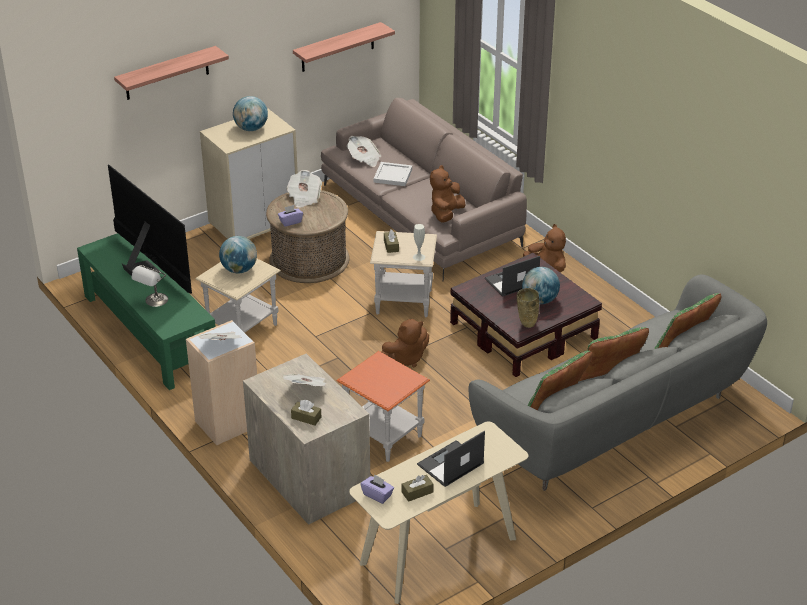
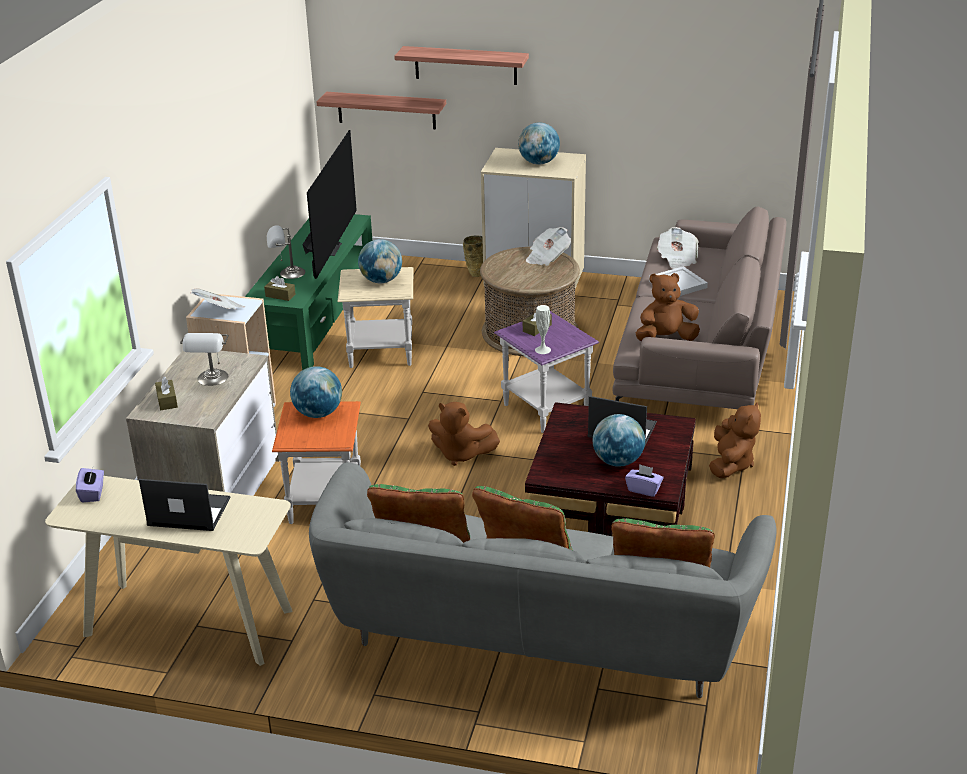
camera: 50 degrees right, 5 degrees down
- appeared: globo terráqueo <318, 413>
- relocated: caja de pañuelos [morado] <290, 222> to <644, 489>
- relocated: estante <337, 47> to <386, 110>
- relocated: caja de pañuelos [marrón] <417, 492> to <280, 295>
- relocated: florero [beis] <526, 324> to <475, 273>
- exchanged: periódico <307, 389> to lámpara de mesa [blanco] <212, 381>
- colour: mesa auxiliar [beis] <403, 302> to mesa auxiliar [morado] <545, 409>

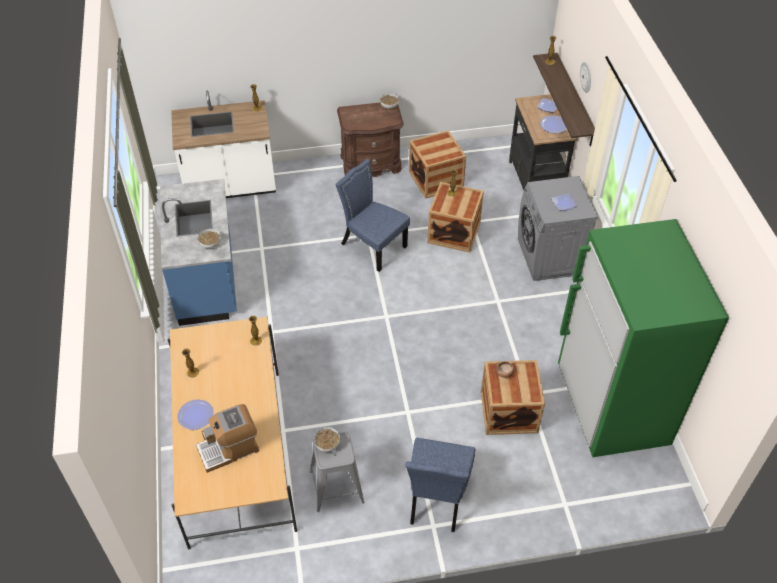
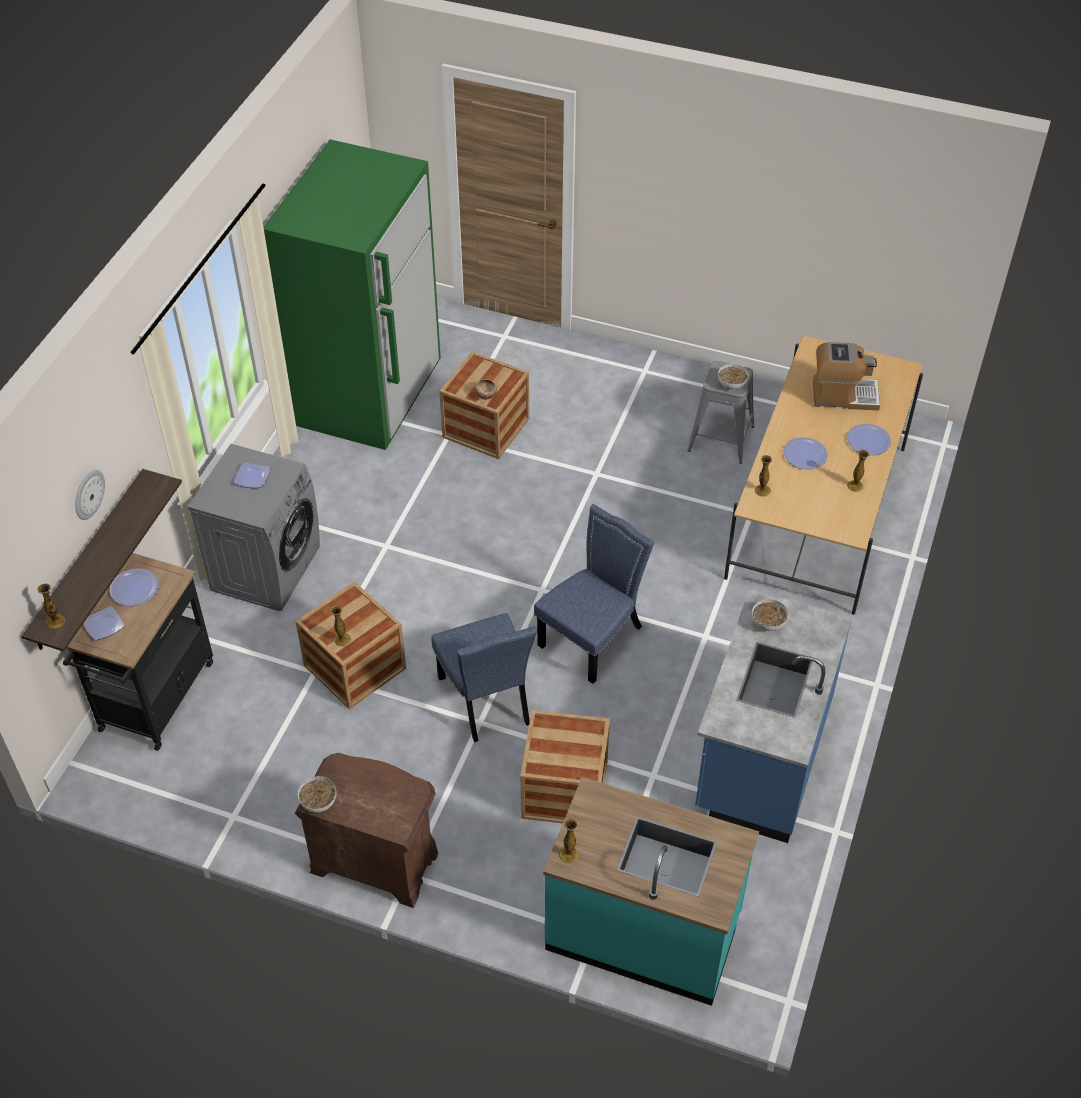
camera: 150 degrees left, 0 degrees up
- appeared: plato <805, 454>
- relocated: silla [azul] <437, 496> to <591, 640>
- relocated: caja de embalaje <436, 179> to <564, 789>
- colour: mueble bajo de cocina [blanco] <231, 186> to mueble bajo de cocina [turquesa] <643, 931>

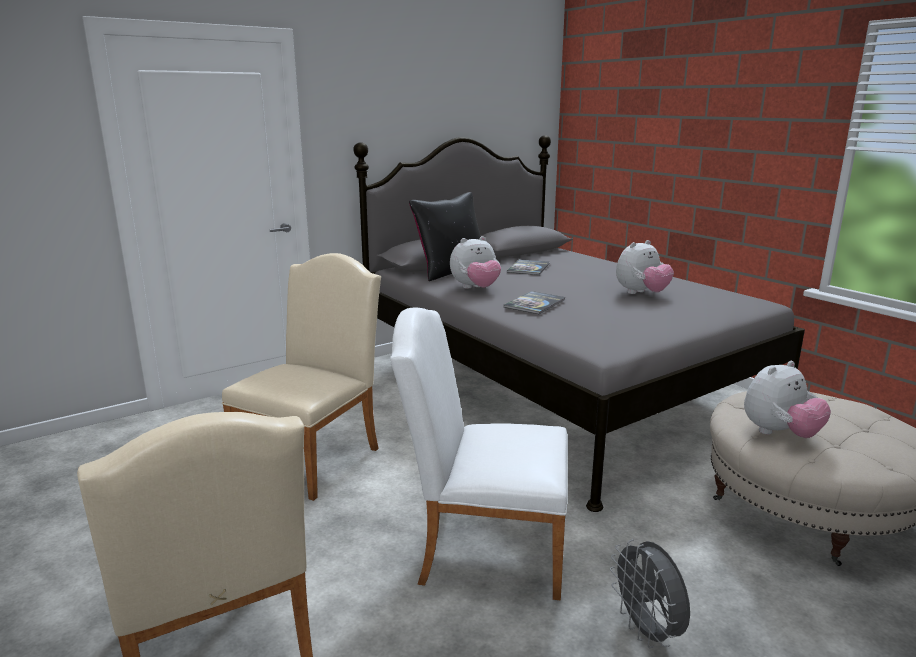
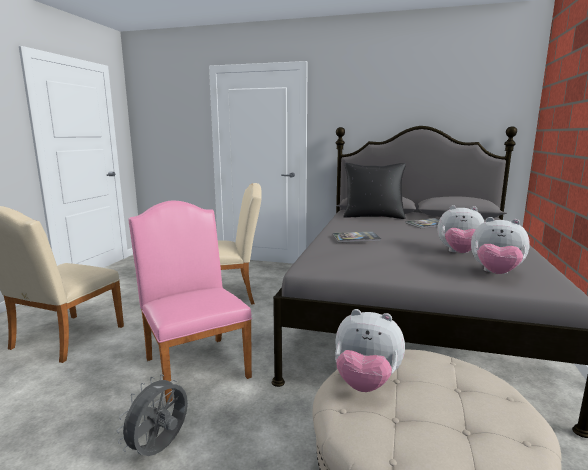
camera: 50 degrees right, 5 degrees down
- relocated: peluche <475, 288> to <496, 273>
- colour: silla [blanco] <482, 548> to silla [rosa] <194, 363>

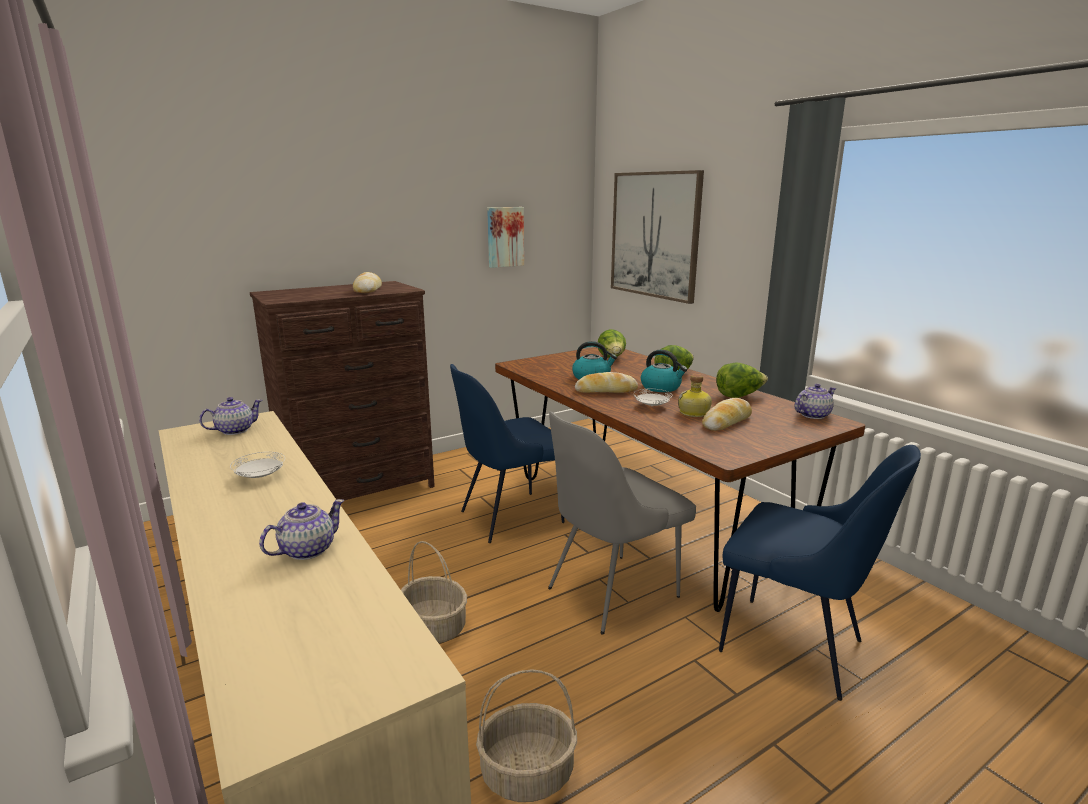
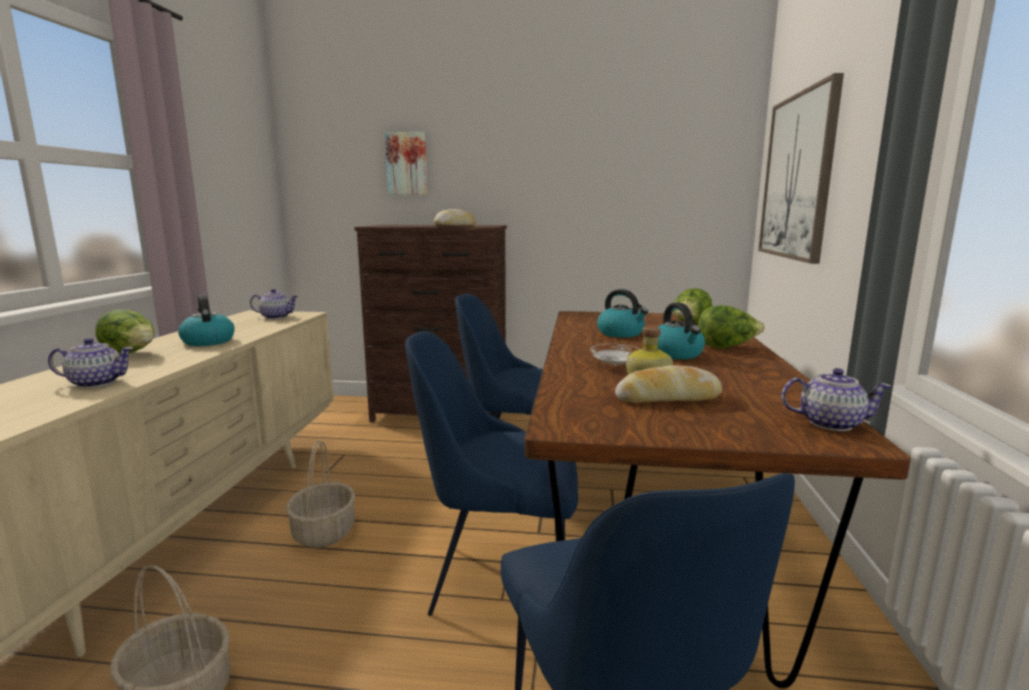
camera: 40 degrees right, 5 degrees down
- missing: pan <606, 391>
- relocated: cuadro <504, 237> to <407, 164>
- relocated: lechuga <739, 396> to <131, 354>
- exchanged: plato [blanco] <260, 477> to hervidor <208, 341>
- colour: silla [gris] <612, 593> to silla [azul] <500, 582>

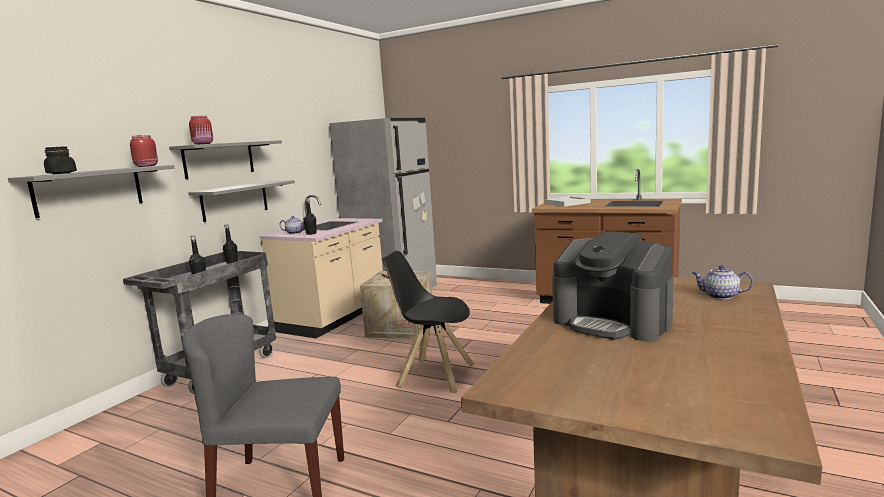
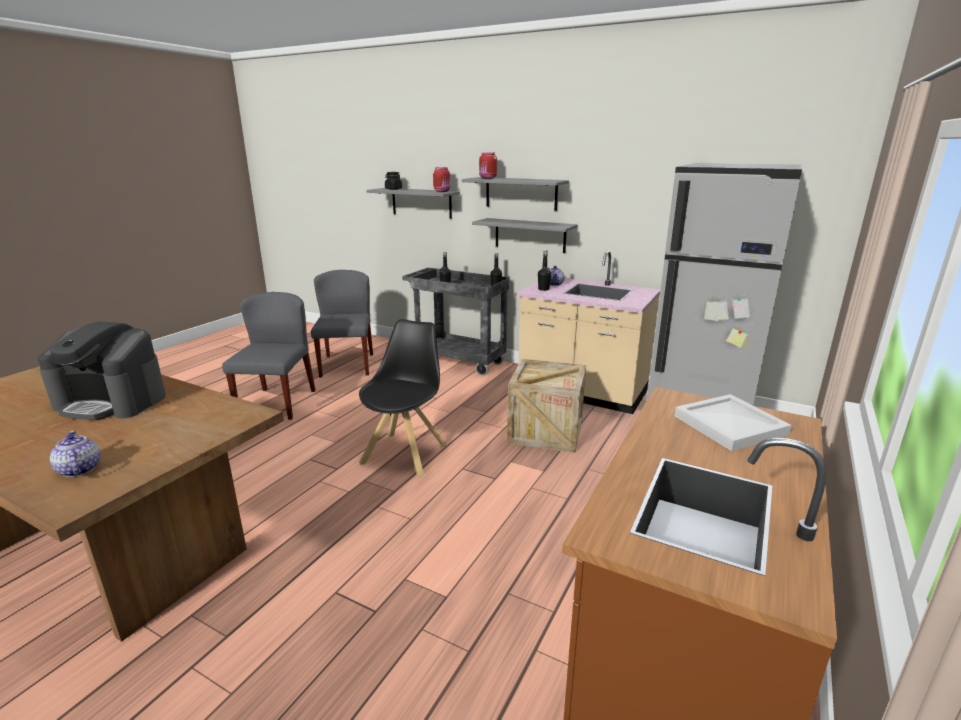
camera: 90 degrees right, 10 degrees up
- appeared: silla [gris] <347, 365>
- spun: cafetera <612, 322> = <112, 401> 120 degrees counterclockwise
- spun: tetera <720, 296> = <79, 469> 60 degrees counterclockwise

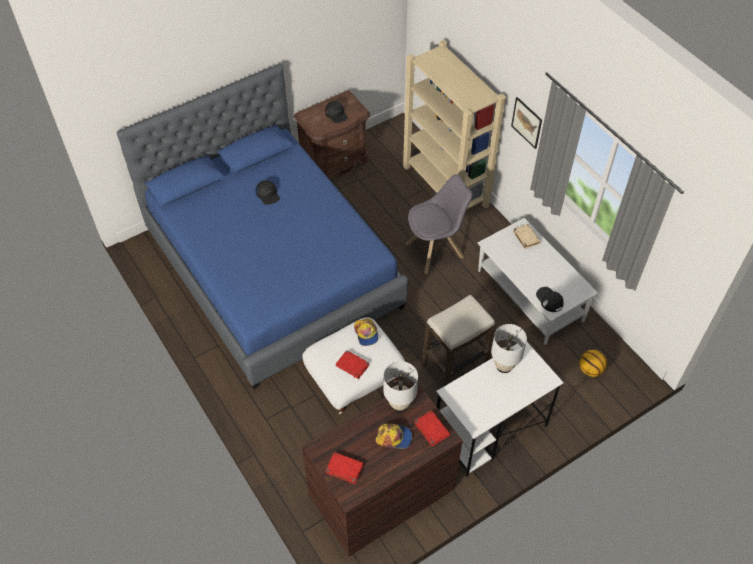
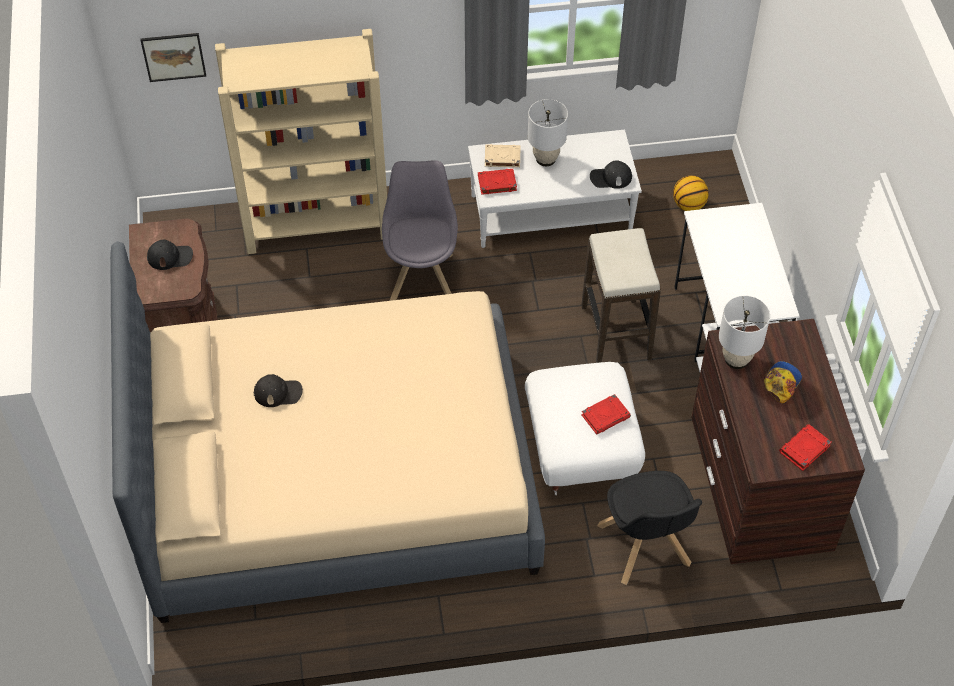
camera: 65 degrees left, 0 degrees up
- missing: gorra <366, 333>
- appeared: silla [negro] <645, 549>
- relocated: libro [rojo] <431, 429> to <496, 183>
- relocated: lámpara de mesa [blanco] <504, 366> to <545, 159>
- relocated: cuadro <527, 122> to <173, 56>
- colour: cama [azul] <273, 268> to cama [beis] <337, 478>

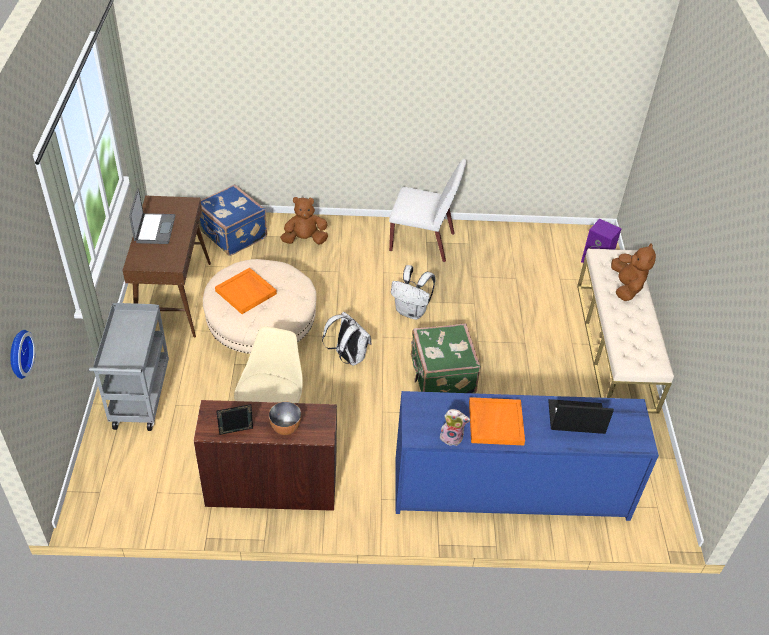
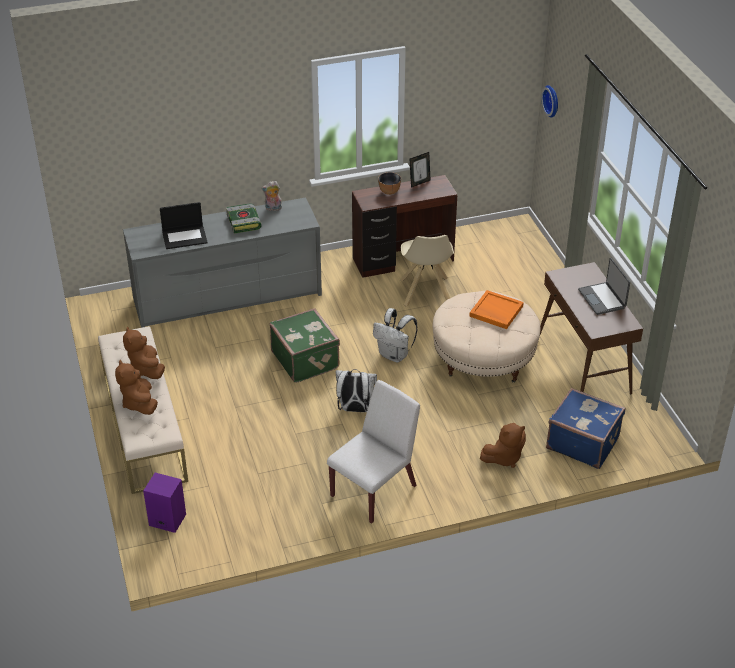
camera: 165 degrees right, 5 degrees down
- missing: carrito [gris] <140, 401>
- appeared: peluche [marrón] <146, 369>
- exchanged: bandeja [naranja] <495, 422> to libro <244, 222>
- colour: cómoda [azul] <509, 490> to cómoda [gris] <227, 296>
- spun: silla [blanco] <423, 242> = <374, 490> 135 degrees clockwise

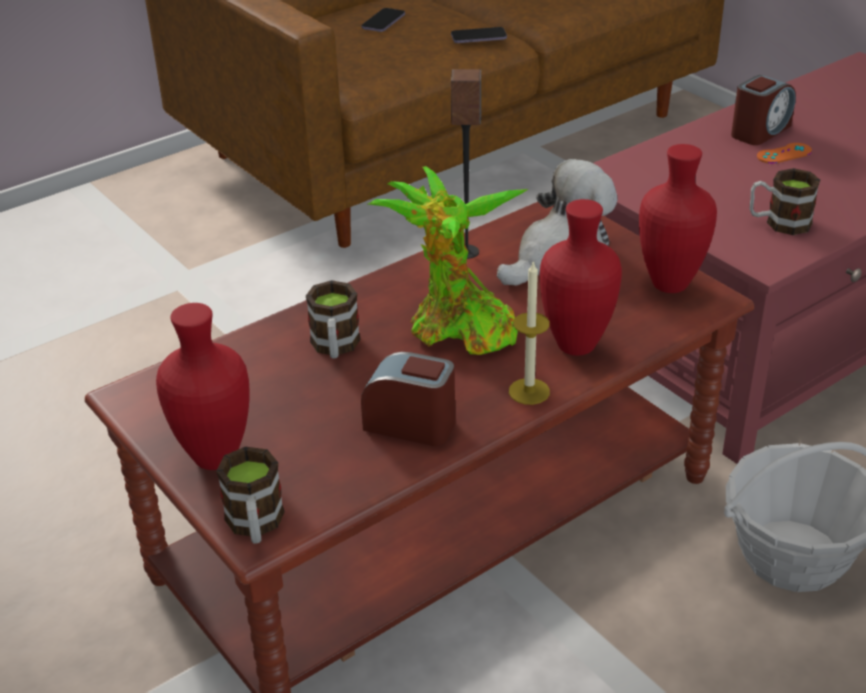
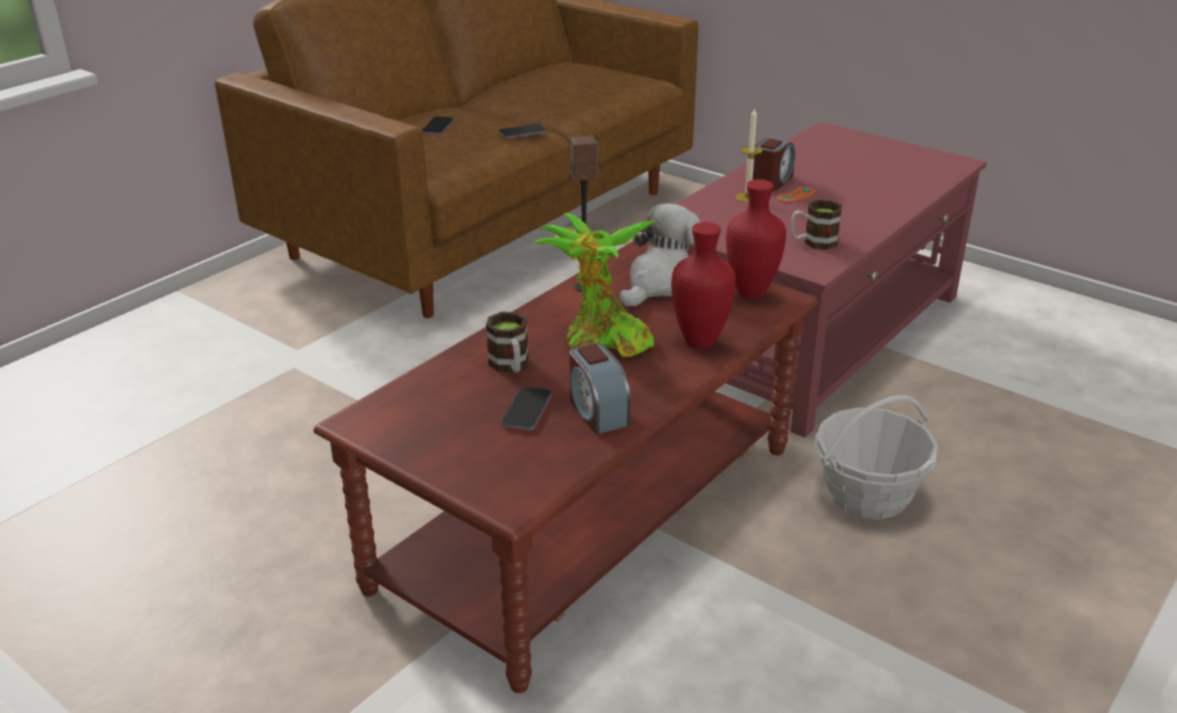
camera: 15 degrees left, 5 degrees down
- missing: florero [rojo] <217, 456>
- missing: taza grande <255, 525>
- appeared: móvil <527, 410>
- relocated: vela <529, 391> to <747, 198>
- spun: despertador <411, 424> = <597, 412> 120 degrees counterclockwise

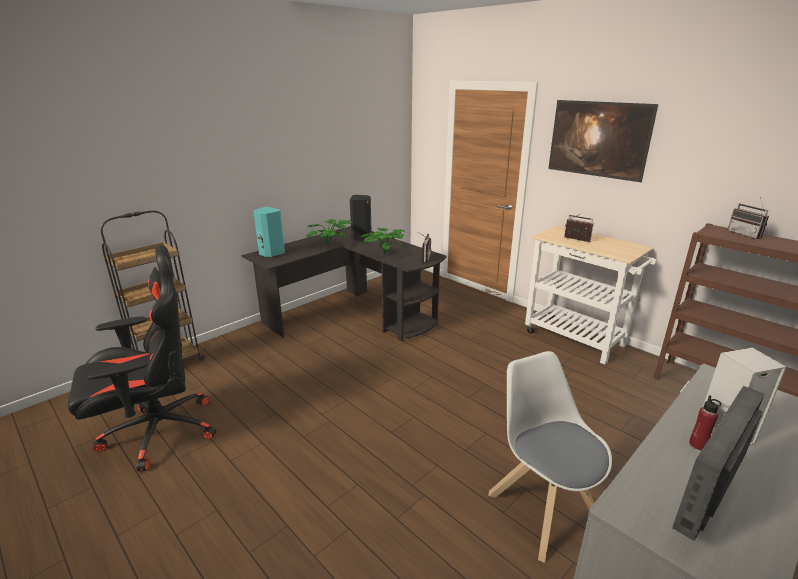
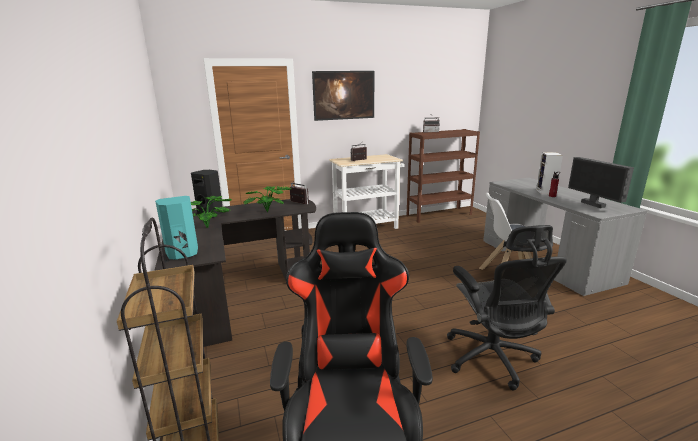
camera: 65 degrees left, 5 degrees down
- appeared: silla de oficina <492, 360>

